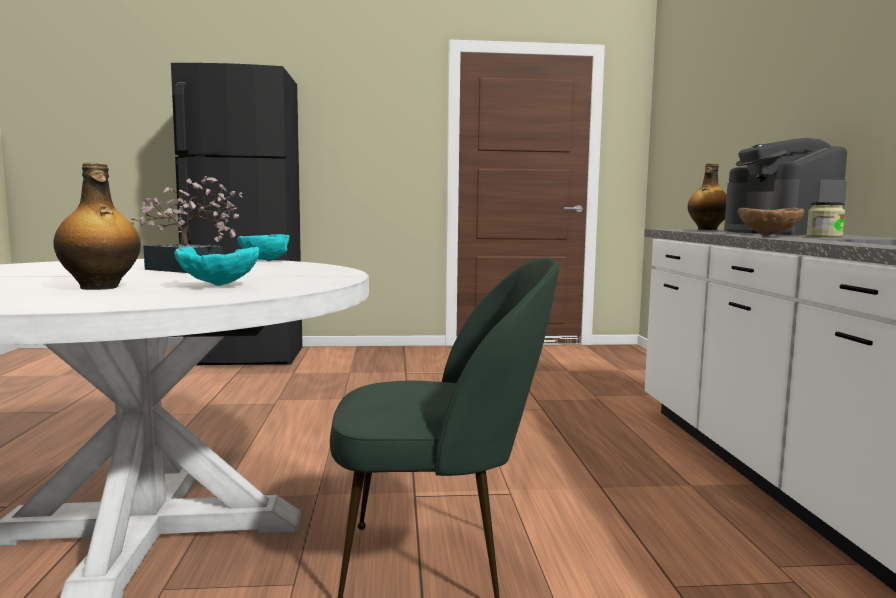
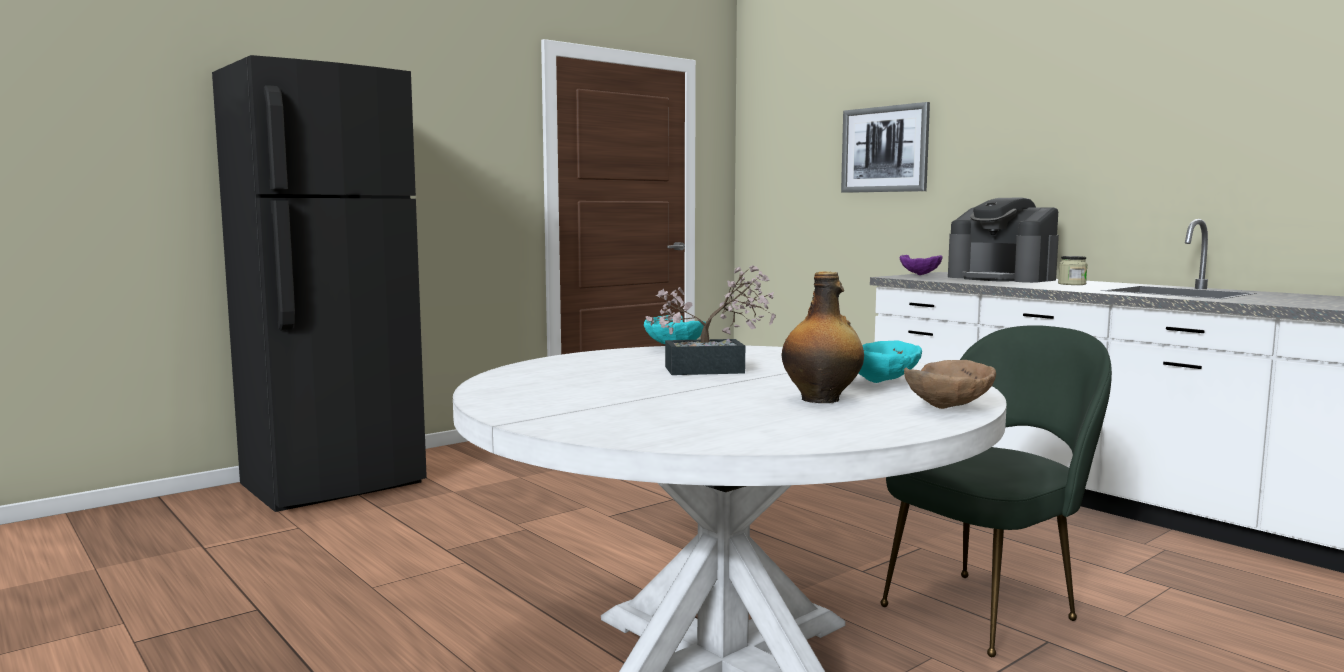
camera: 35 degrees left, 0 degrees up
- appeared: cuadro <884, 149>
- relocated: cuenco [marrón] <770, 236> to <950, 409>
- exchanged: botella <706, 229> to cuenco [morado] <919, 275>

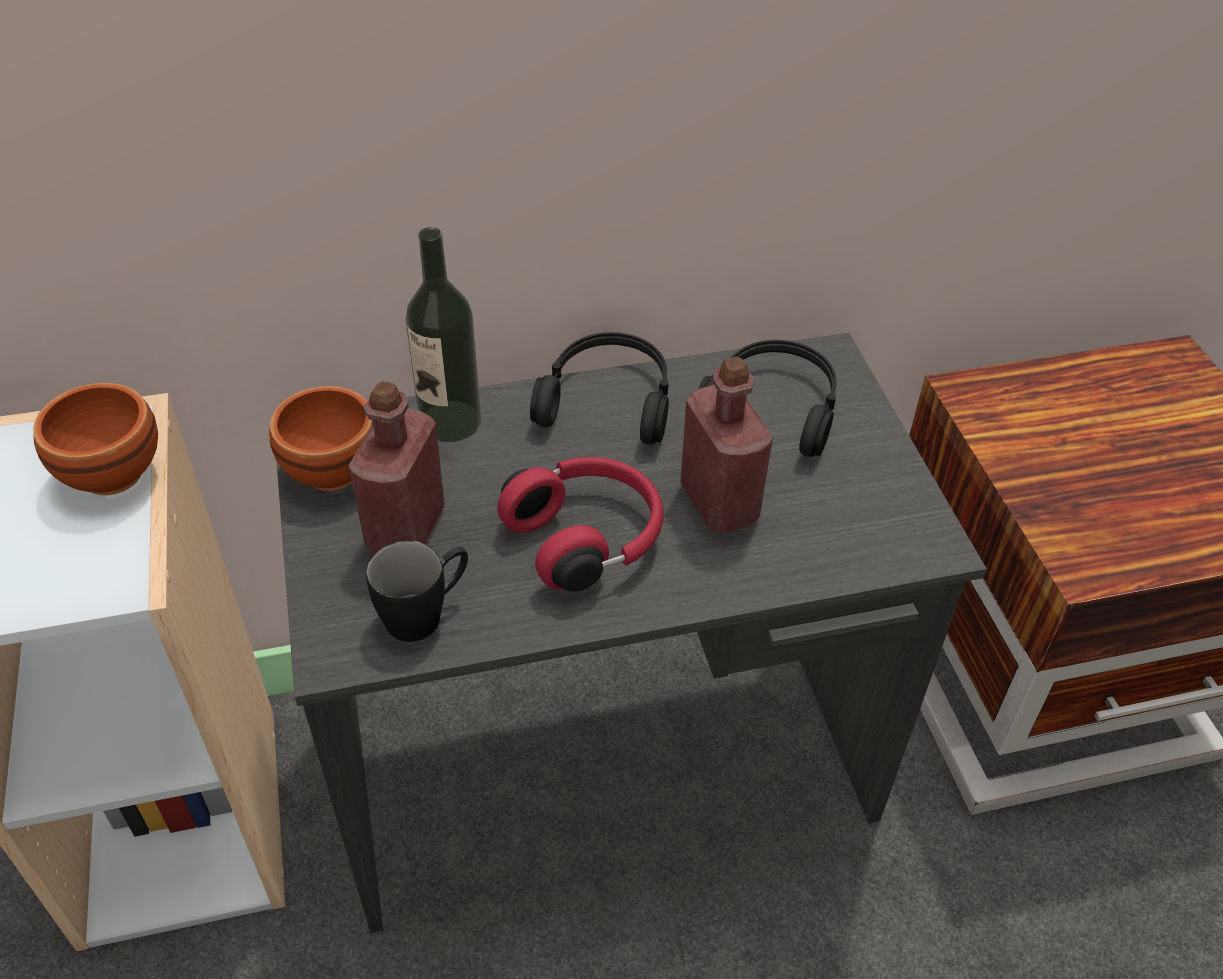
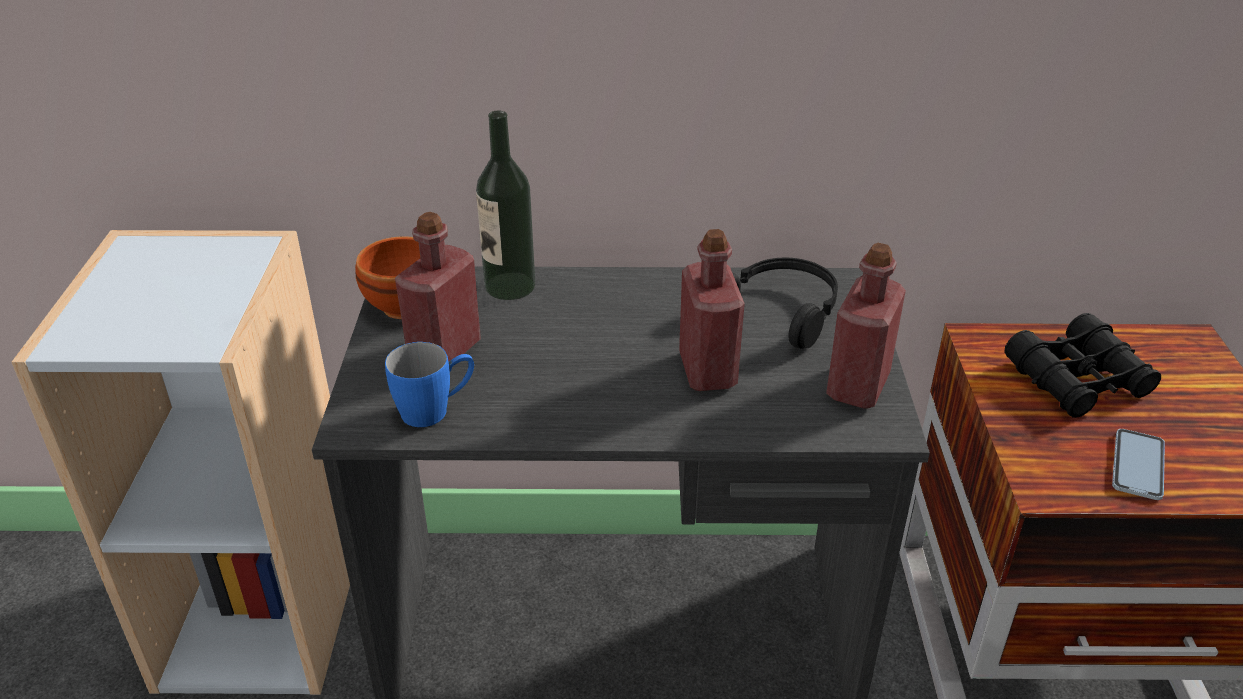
camera: 15 degrees right, 10 degrees down
- missing: cuenco [marrón] <109, 476>
- missing: auriculares [rojo] <587, 538>
- missing: auriculares [negro] <608, 400>
- appeared: botella [rojo] <858, 386>
- appeared: prismáticos [negro] <1077, 379>
- appeared: móvil <1137, 466>
- colour: taza grande [negro] <425, 613> to taza grande [azul] <435, 409>

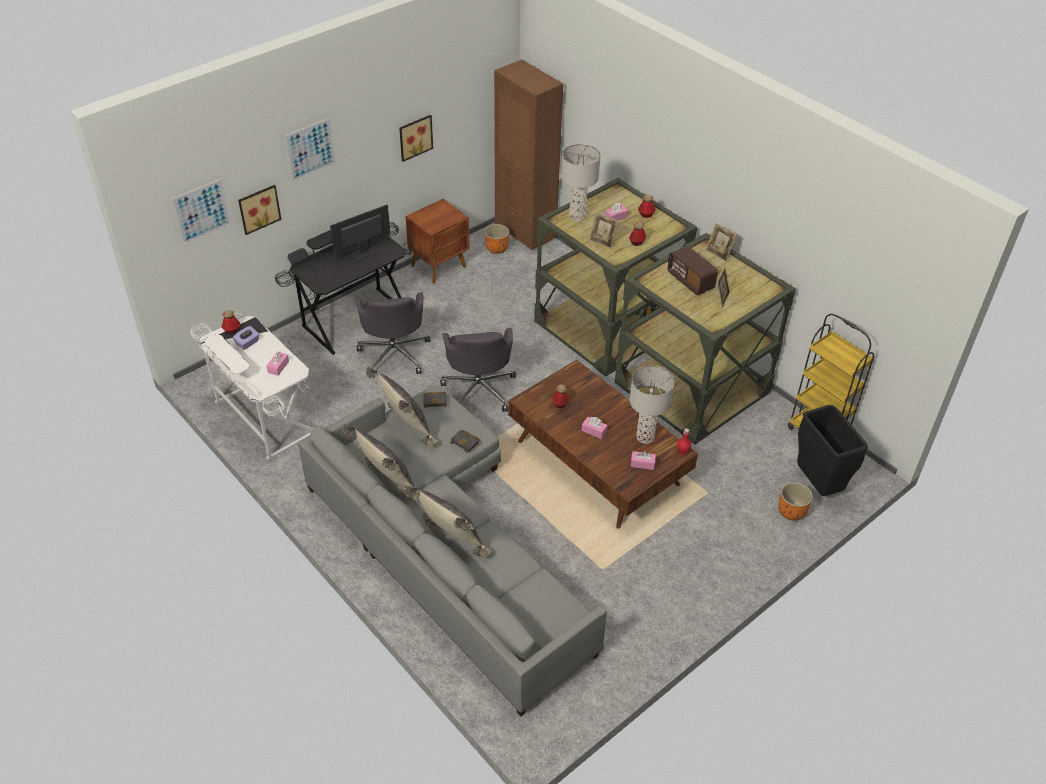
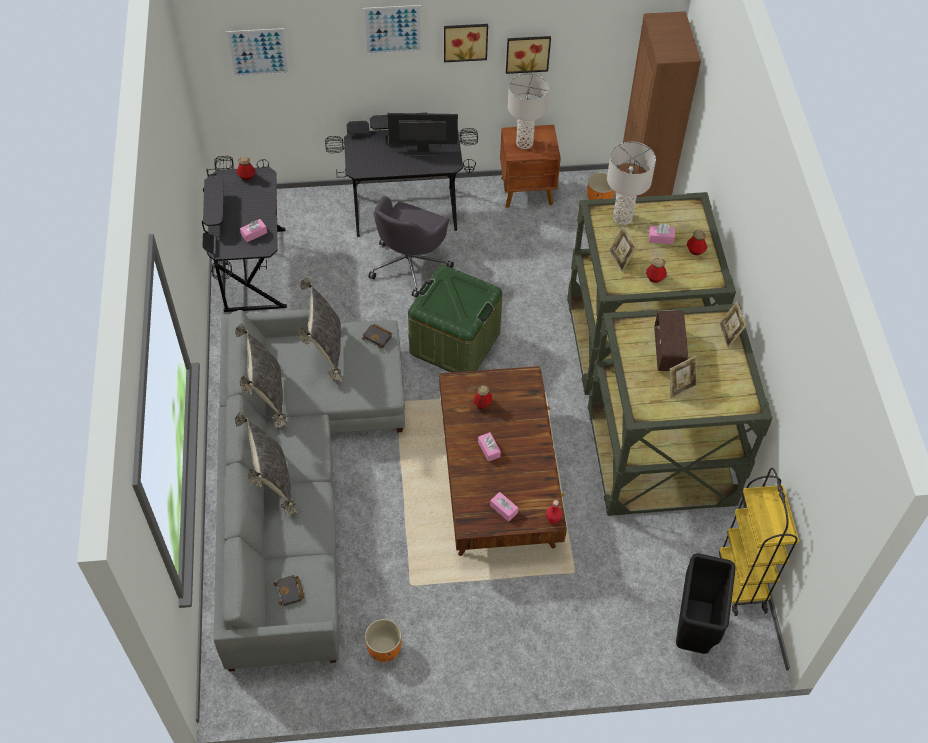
camera: 35 degrees right, 10 degrees up
- missing: caja de pañuelos [morado] <247, 343>
- relocated: cuadro <258, 208> to <465, 41>
- relocated: libro [negro] <465, 442> to <290, 592>
- relocated: lámpara de mesa [blanco] <645, 437> to <524, 143>
- relocated: maceta [naranja] <791, 512> to <384, 648>
- exchanged: silla de oficina [gris] <479, 389> to caja de almacenaje [verde] <455, 342>
- colour: escritorio [blanco] <263, 418> to escritorio [negro] <251, 269>

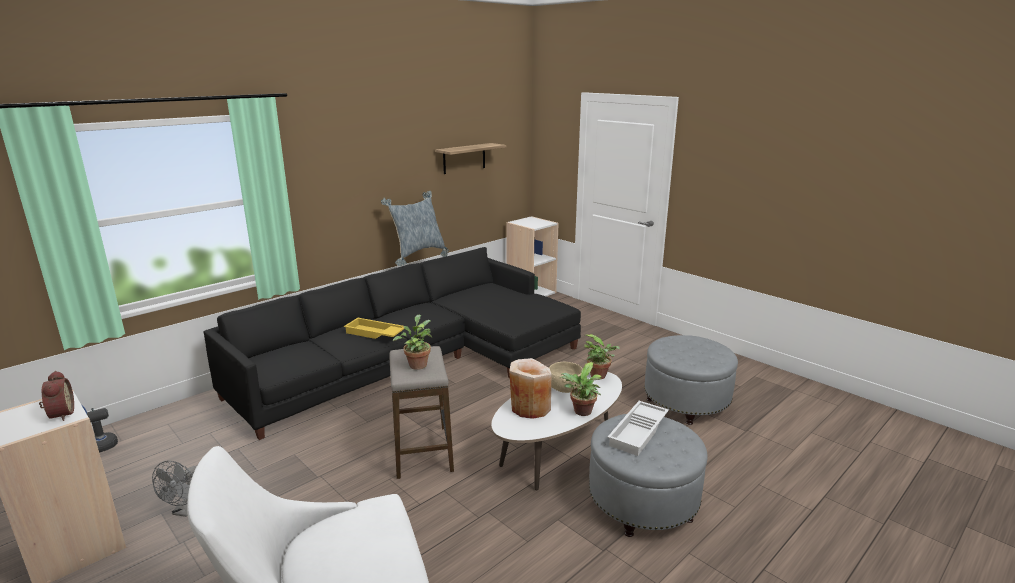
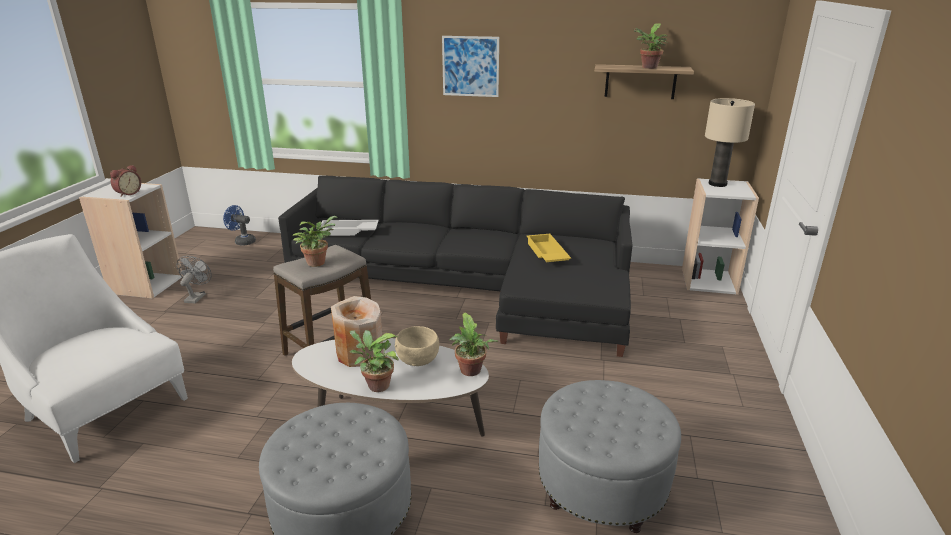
camera: 55 degrees right, 5 degrees up
- missing: cojín <417, 260>
- appeared: cuadro <470, 66>
- appeared: planta en maceta <648, 67>
- appeared: lámpara de mesa [beis] <717, 184>
- relocated: bandeja [amarillo] <374, 333> to <546, 254>
- relocated: bandeja [blanco] <639, 432> to <348, 231>
- spun: ventilador [gris] <185, 510> = <196, 297> 120 degrees clockwise

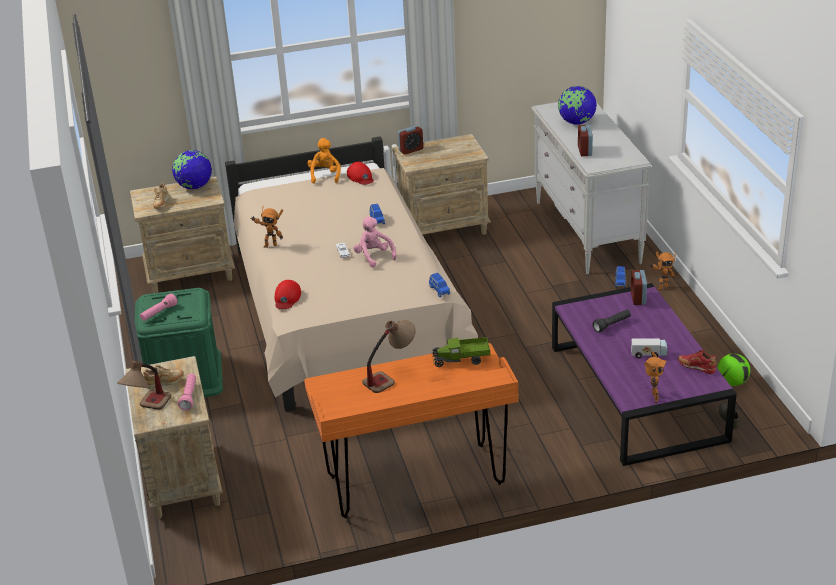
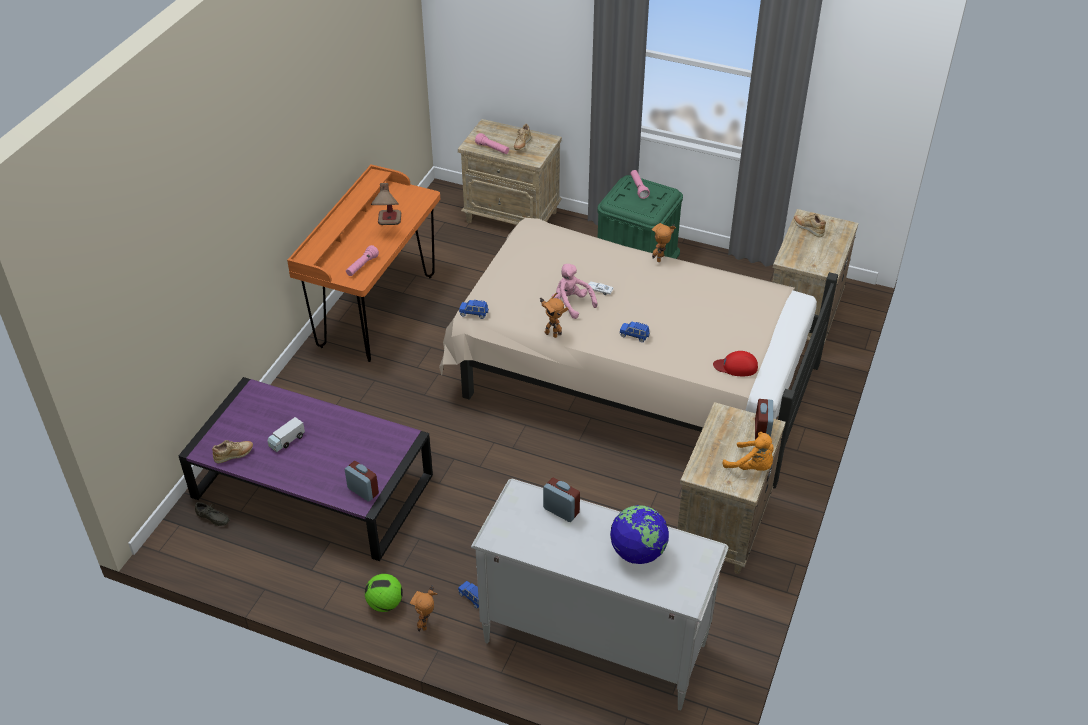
camera: 125 degrees right, 10 degrees up
- missing: lámpara de mesa <149, 410>
- missing: globo terráqueo <194, 186>
- missing: gorra [rojo] <287, 298>
- missing: linterna [negro] <612, 325>
- relocated: peluche [naranja] <325, 175> to <751, 466>
- relocated: robot de juguete <652, 398> to <552, 333>
- relocated: balón de fútbol <732, 382> to <385, 603>
- exchanged: camión de juguete <461, 359> to linterna [rosa] <362, 266>
- colour: zapato [rojo] <696, 368> to zapato [beis] <234, 455>
- spun: peluche [rosa] <374, 256> = <571, 304> 135 degrees counterclockwise

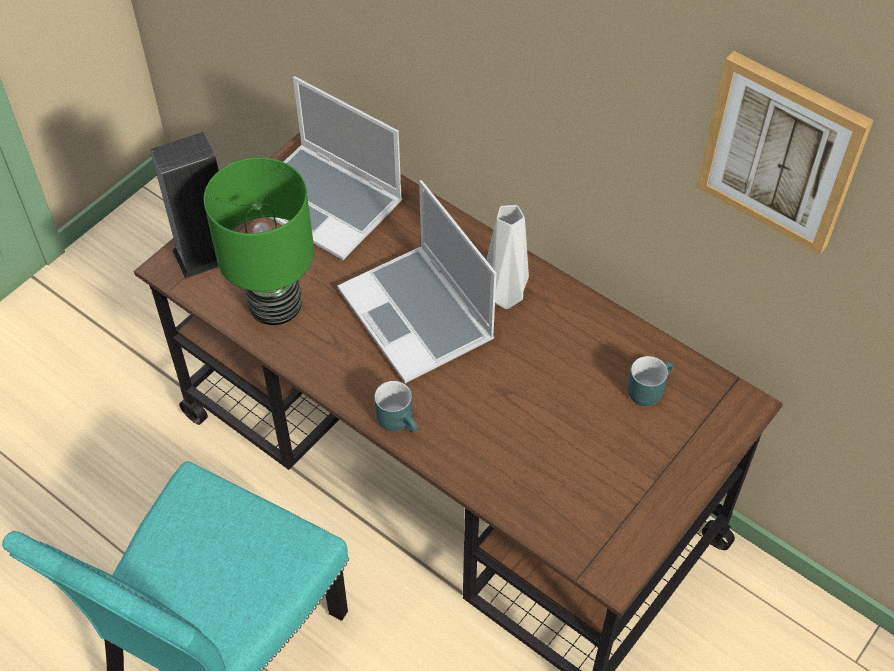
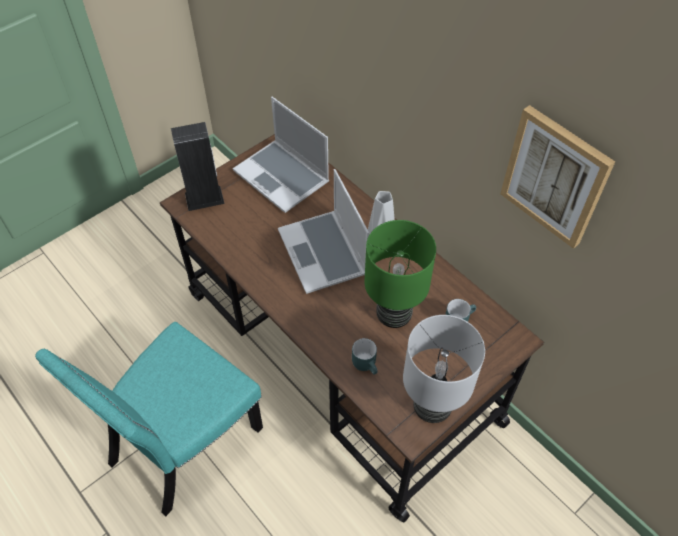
camera: 10 degrees right, 0 degrees up
- appeared: lámpara de mesa [gris] <432, 405>
- relocated: lámpara de mesa [verde] <275, 304> to <393, 313>
- relocated: taza grande [turquesa] <400, 420> to <367, 364>

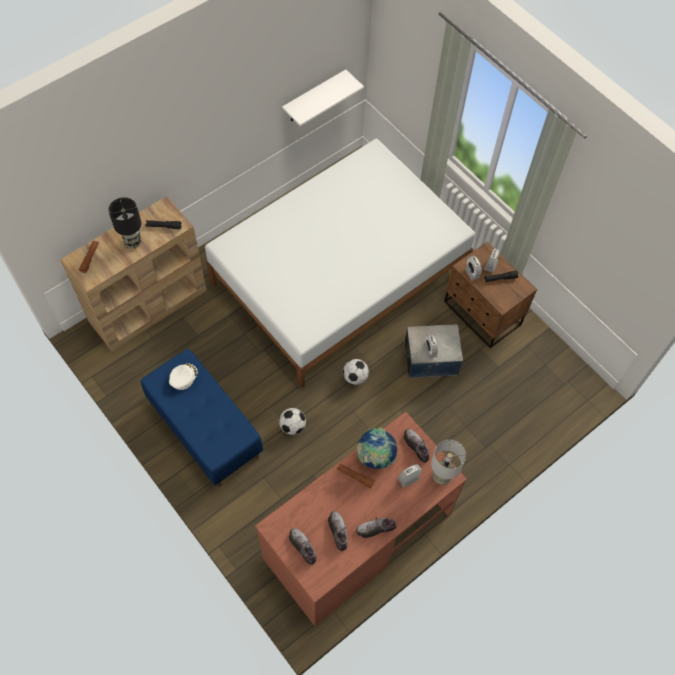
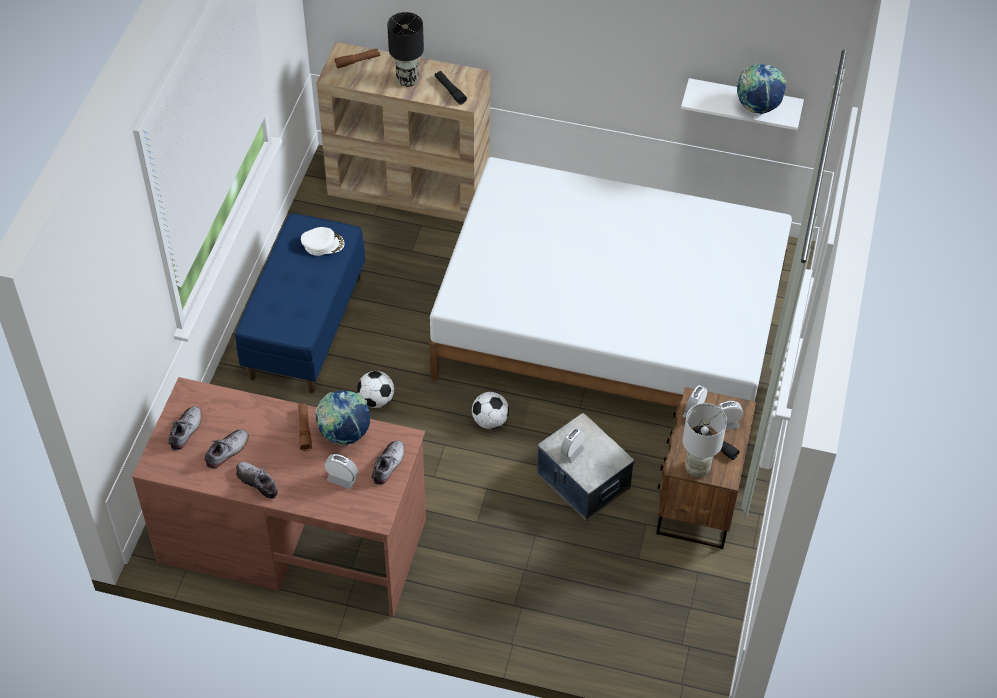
camera: 55 degrees right, 10 degrees down
- appeared: globo terráqueo <757, 107>
- relocated: lámpara de mesa [gris] <441, 476> to <697, 468>

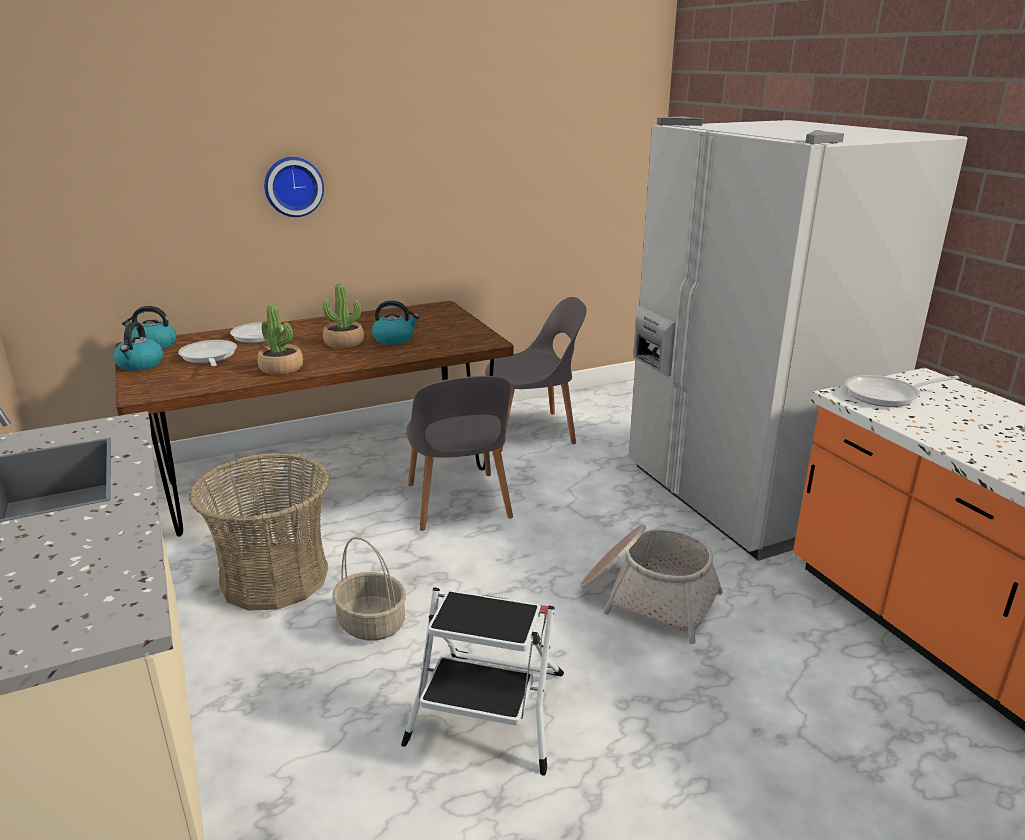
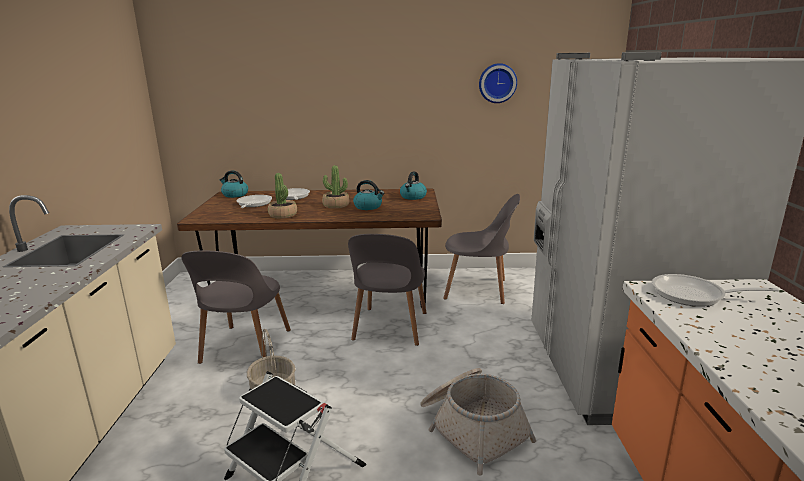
camera: 25 degrees right, 5 degrees down
- relocated: hervidor <140, 365> to <413, 197>
- relocated: reloj de pared <293, 186> to <497, 83>
- exchanged: cesta <274, 577> to silla [gris] <245, 348>

